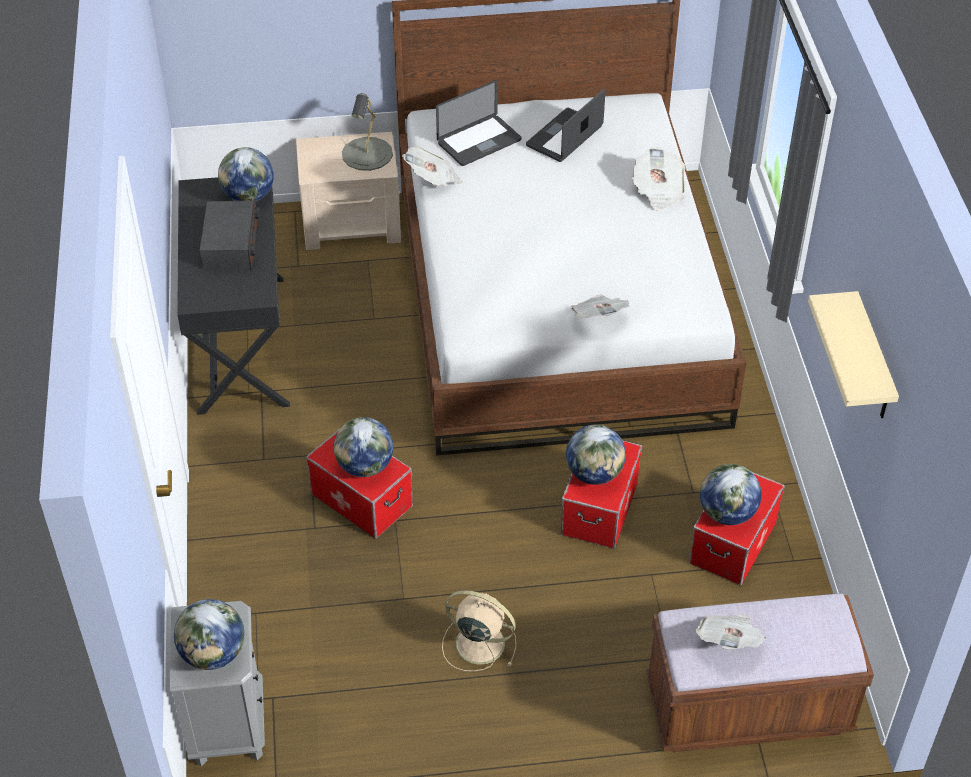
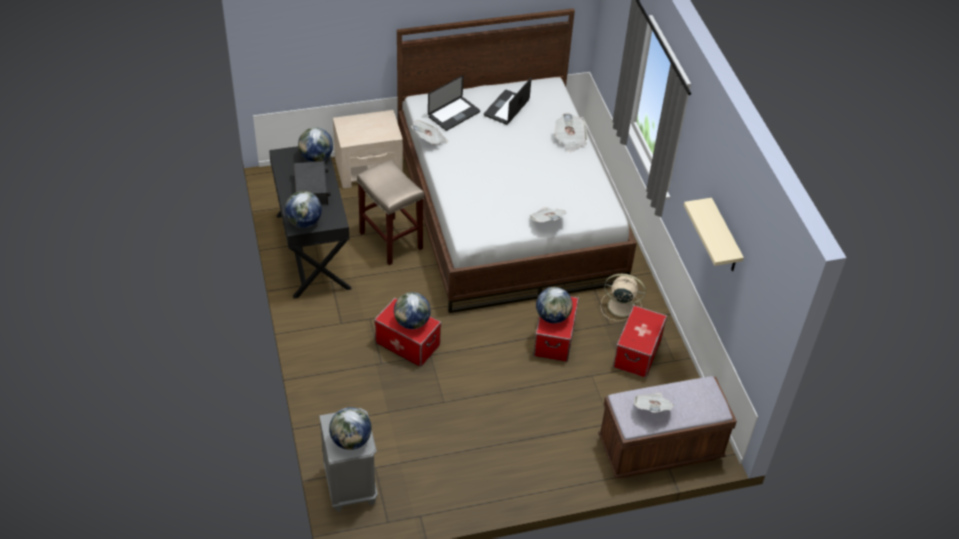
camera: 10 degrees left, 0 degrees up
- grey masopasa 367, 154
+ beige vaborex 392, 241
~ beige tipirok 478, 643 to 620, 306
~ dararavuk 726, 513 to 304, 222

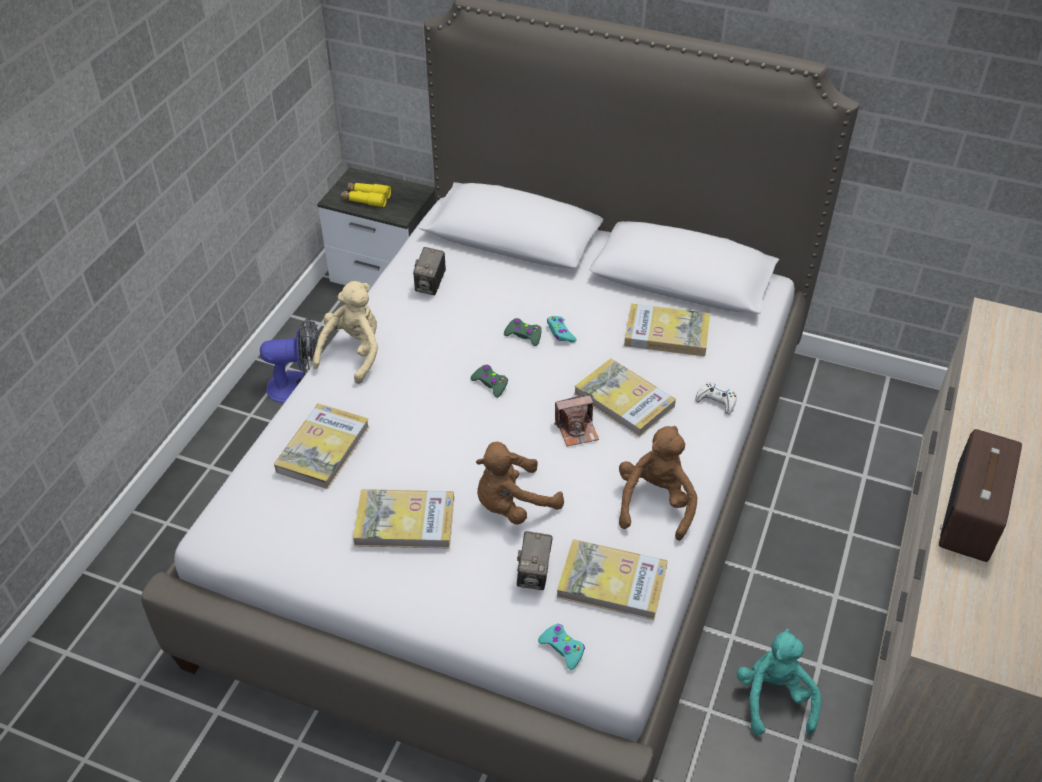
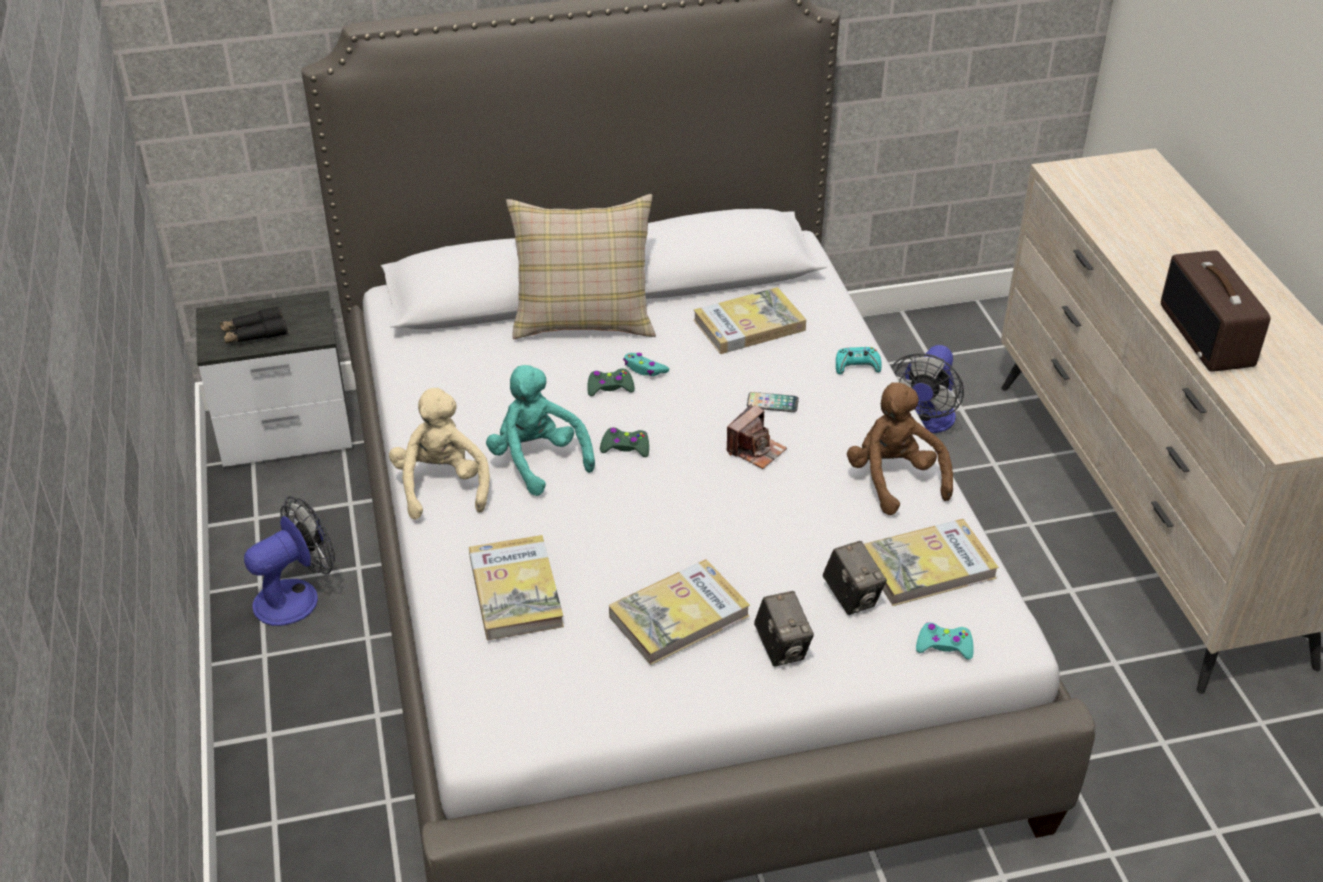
camera: 35 degrees left, 5 degrees down
- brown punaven 513, 505
+ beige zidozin 584, 317
+ tipirok 925, 422
~ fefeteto 430, 285 to 782, 648
~ turquoise punaven 774, 698 to 537, 460
~ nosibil 624, 400 to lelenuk 772, 403
~ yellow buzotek 366, 198 to black buzotek 254, 333
~ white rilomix 716, 401 to turquoise rilomix 857, 366

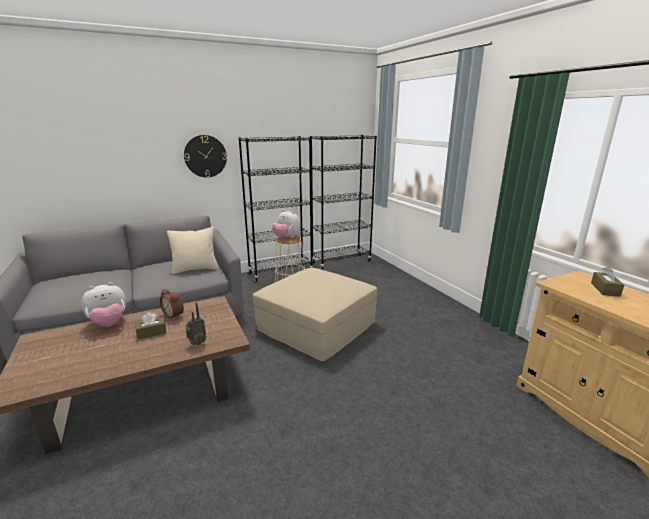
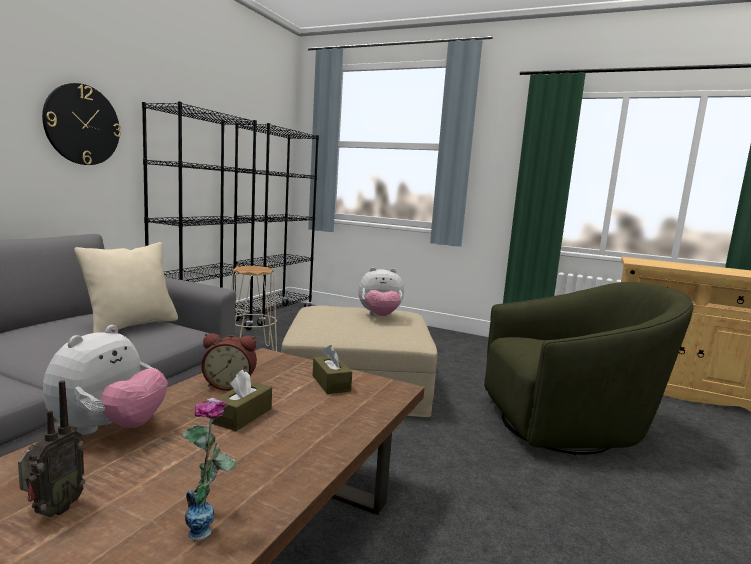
camera: 40 degrees left, 10 degrees down
+ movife 210, 523
+ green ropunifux 568, 427
~ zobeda 197, 343 to 52, 511
~ punaven 286, 237 to 380, 317
~ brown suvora 605, 289 to 331, 383

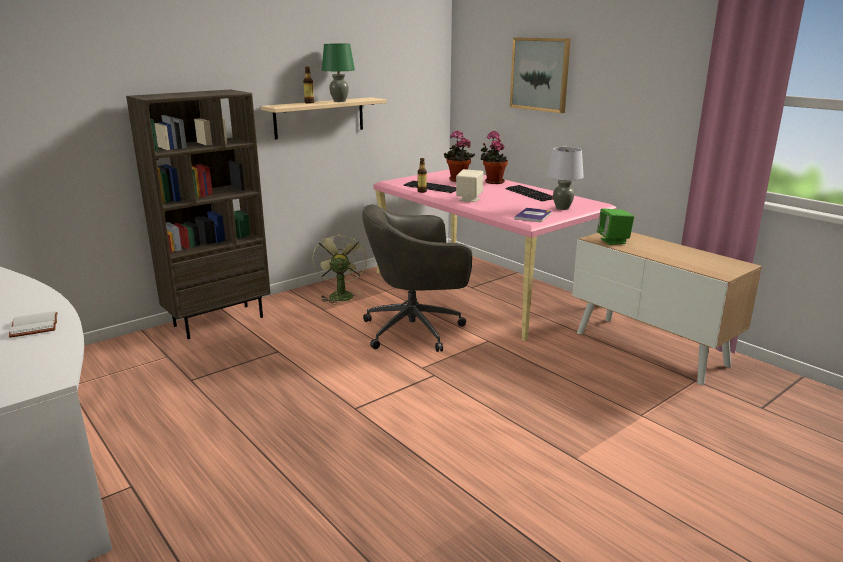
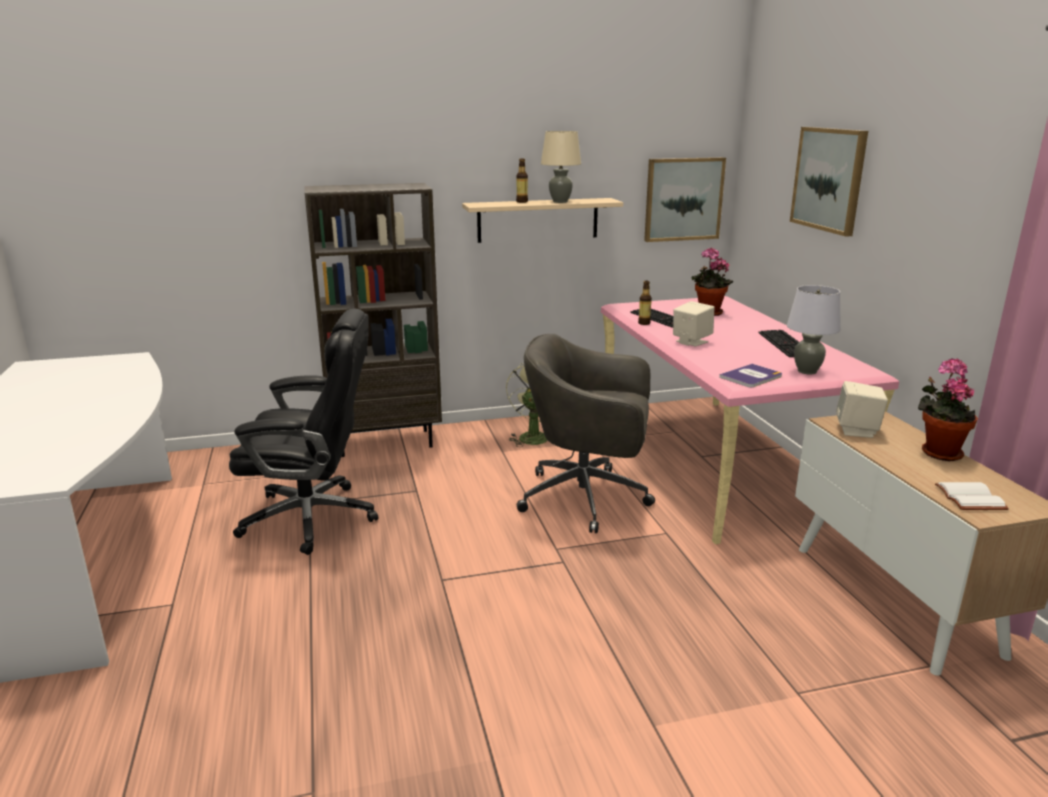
camera: 25 degrees right, 0 degrees up
+ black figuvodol 313, 518
+ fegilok 683, 199
~ white nosibil 36, 326 to 972, 498
~ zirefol 493, 182 to 938, 452
~ green masopasa 339, 101 to beige masopasa 560, 202
~ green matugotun 613, 241 to beige matugotun 857, 430

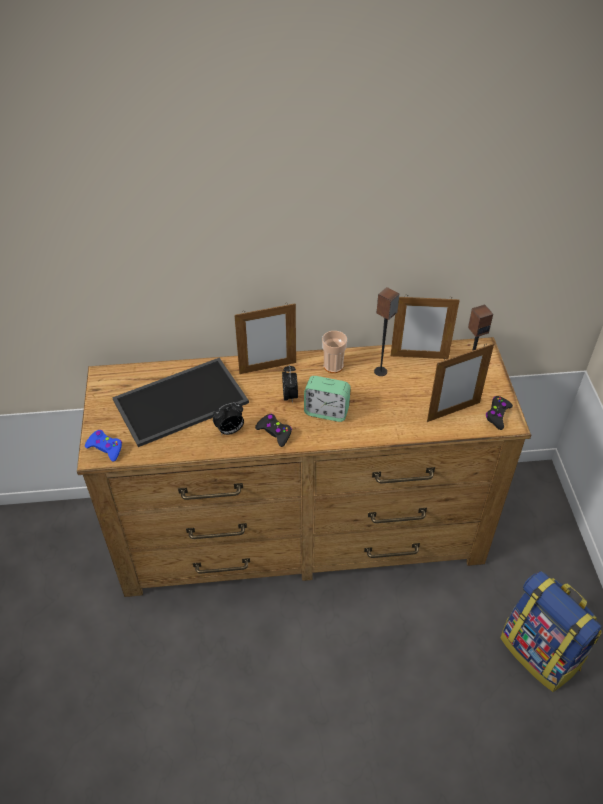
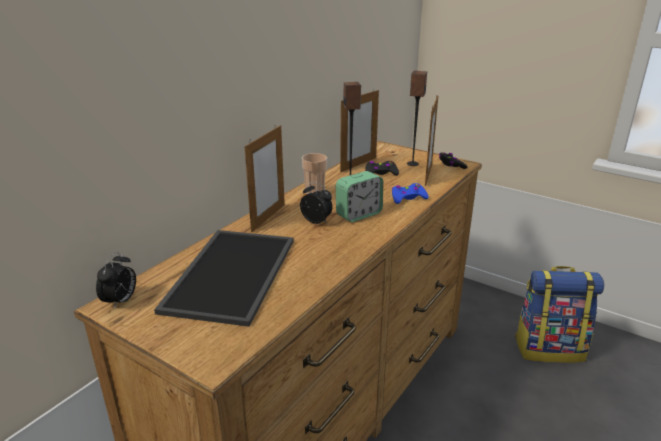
camera: 50 degrees left, 20 degrees down
~ blue rilomix 105, 448 to 408, 198
~ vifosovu 230, 431 to 121, 301
~ black rilomix 275, 432 to 380, 173

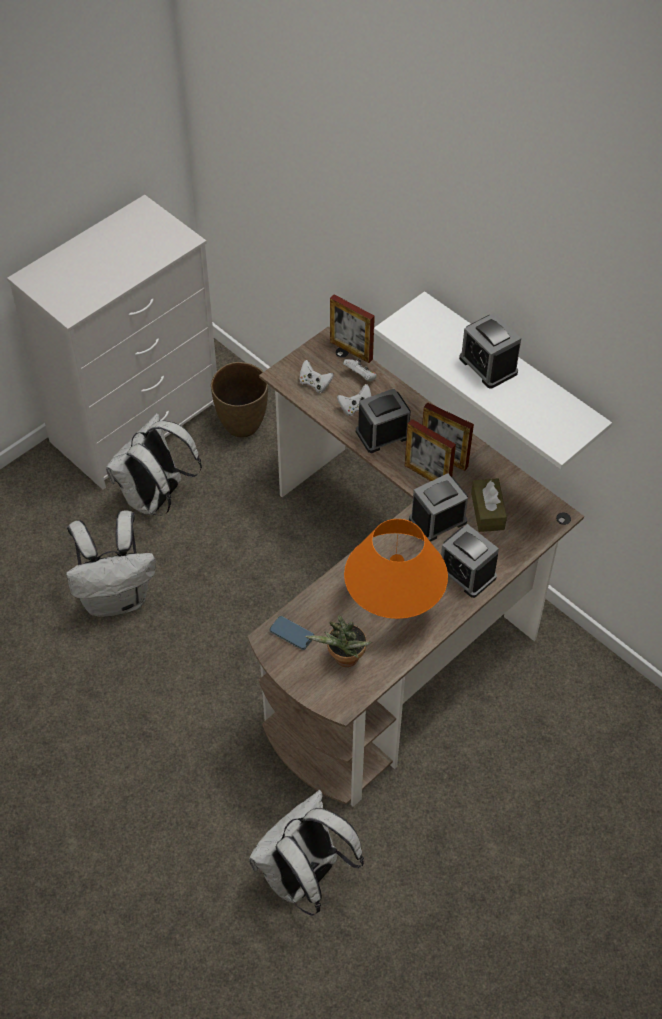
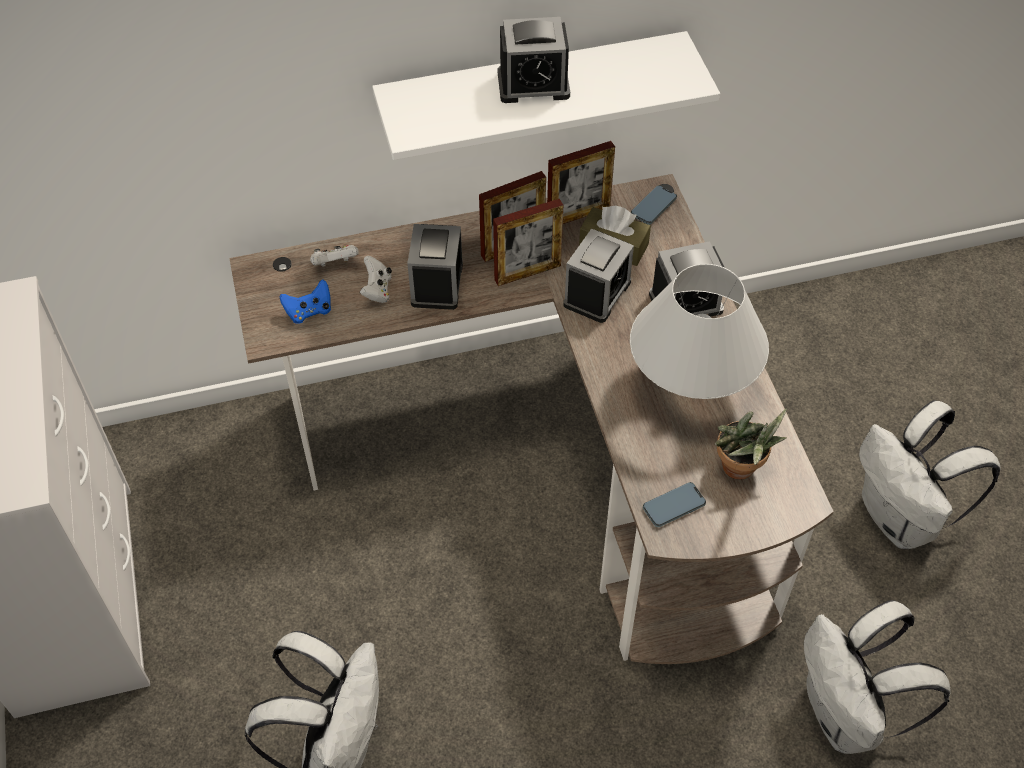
camera: 60 degrees left, 0 degrees up
- brown movife 242, 426
+ lelenuk 653, 207
~ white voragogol 156, 499 to 902, 519
~ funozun 351, 350 to 578, 215
~ white rilomix 315, 384 to blue rilomix 309, 311
~ orange masopasa 394, 605 to white masopasa 690, 387
~ vifosovu 437, 520 = 597, 293 150 degrees counterclockwise

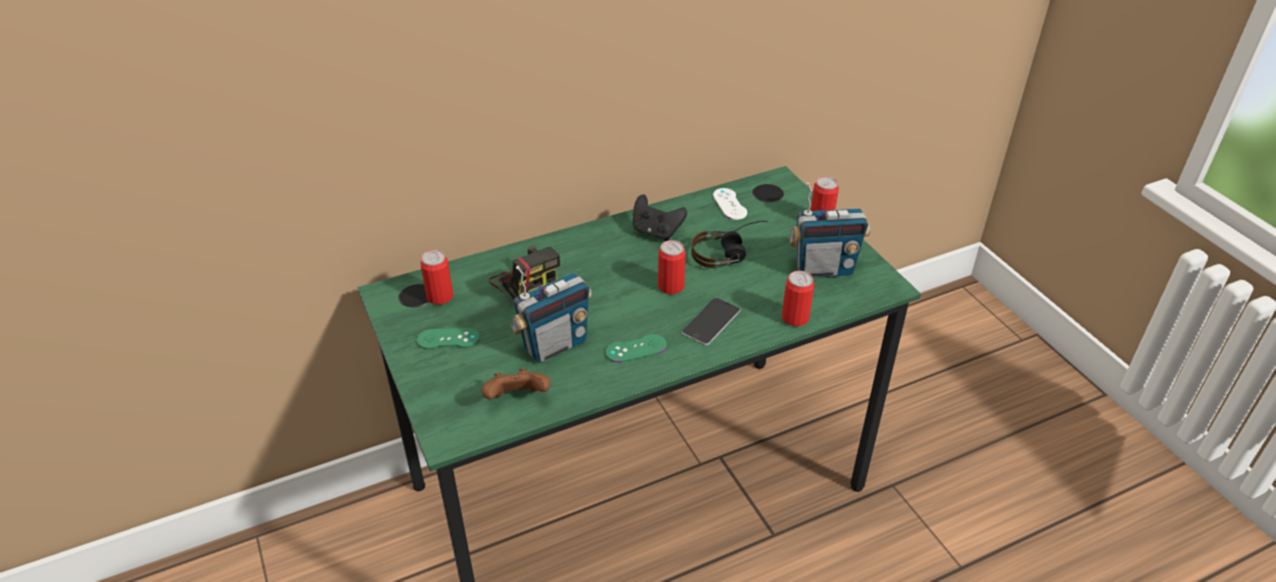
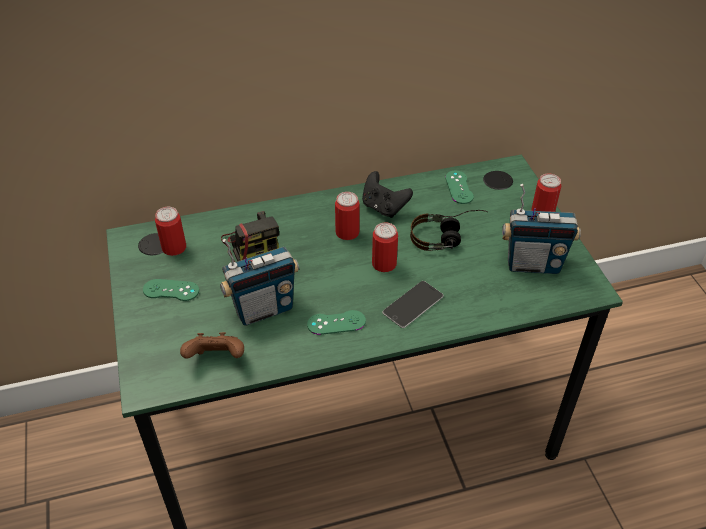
camera: 10 degrees right, 5 degrees up
~ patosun 795, 318 to 347, 232
~ white rilomix 729, 204 to green rilomix 459, 187

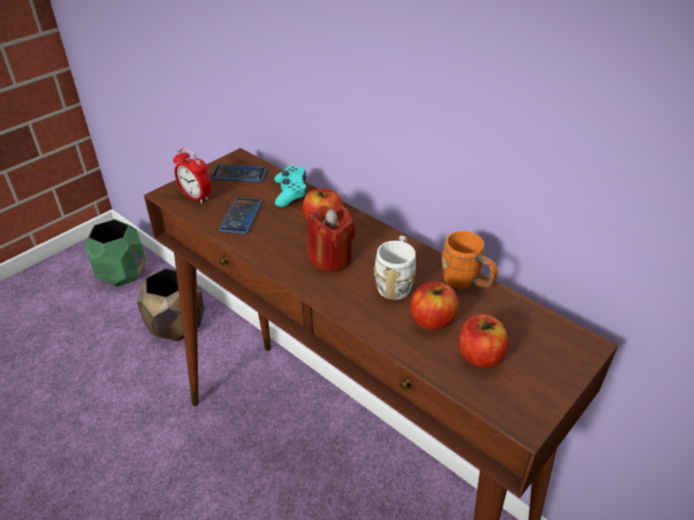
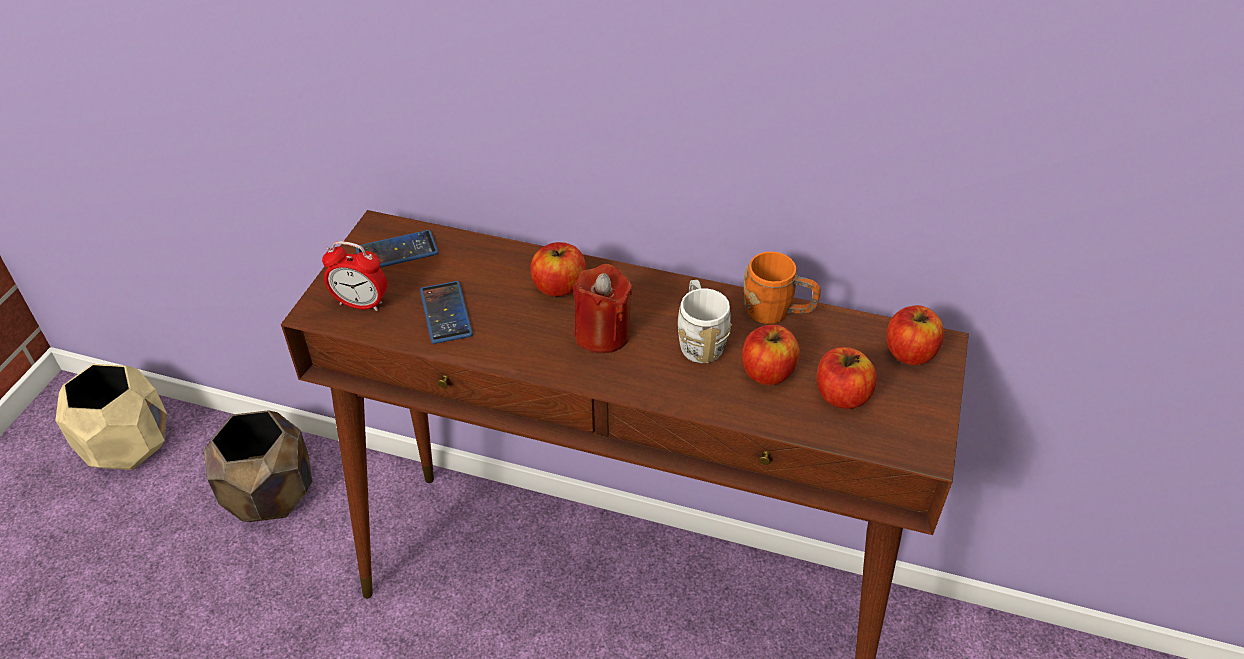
camera: 25 degrees left, 5 degrees up
- turquoise rilomix 291, 193
+ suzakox 909, 352
~ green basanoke 122, 273 to beige basanoke 129, 445

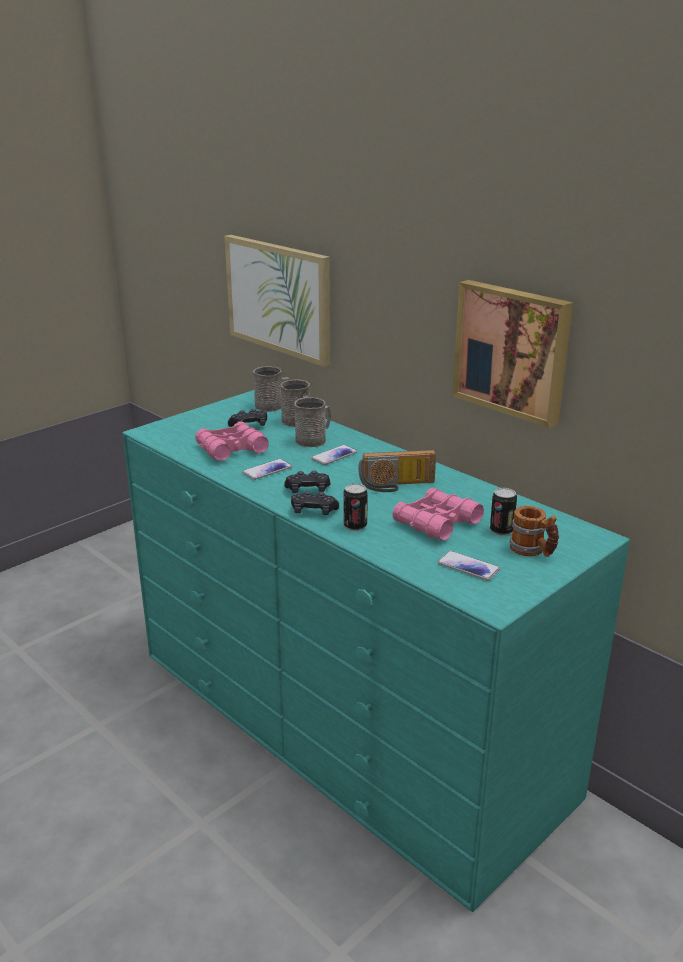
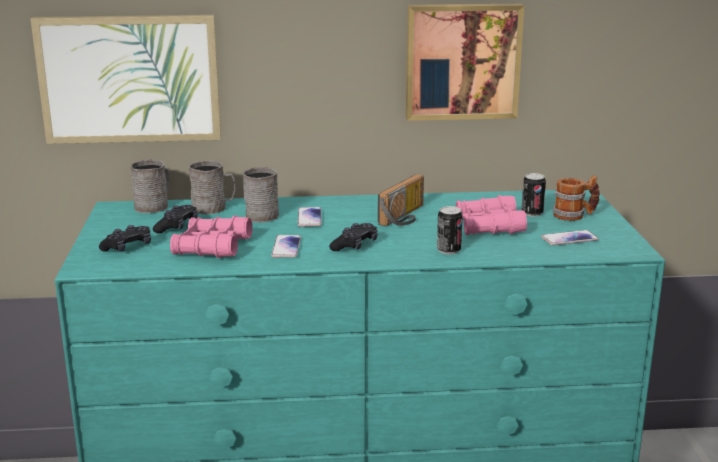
camera: 50 degrees left, 5 degrees down
~ black rilomix 314, 511 to 128, 247

